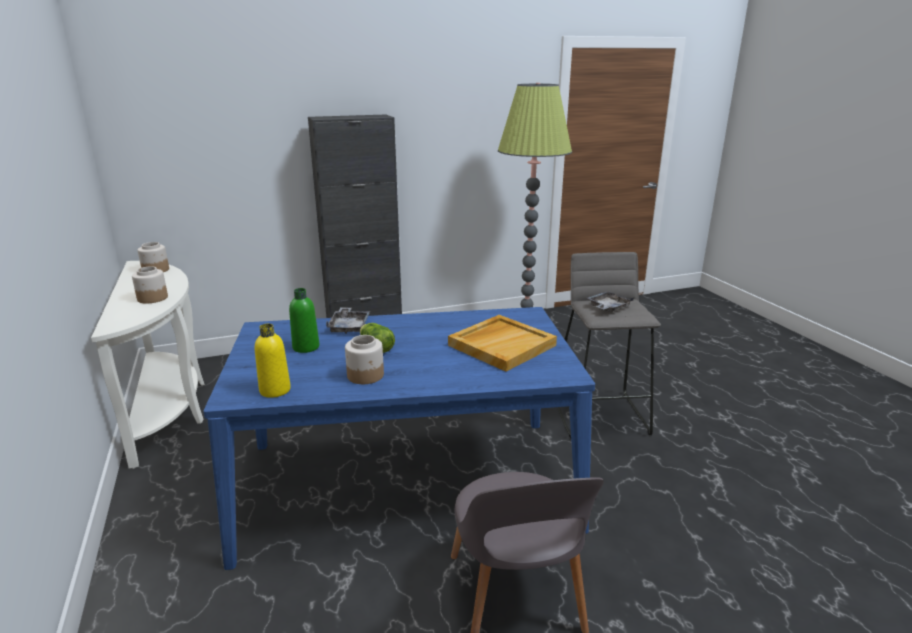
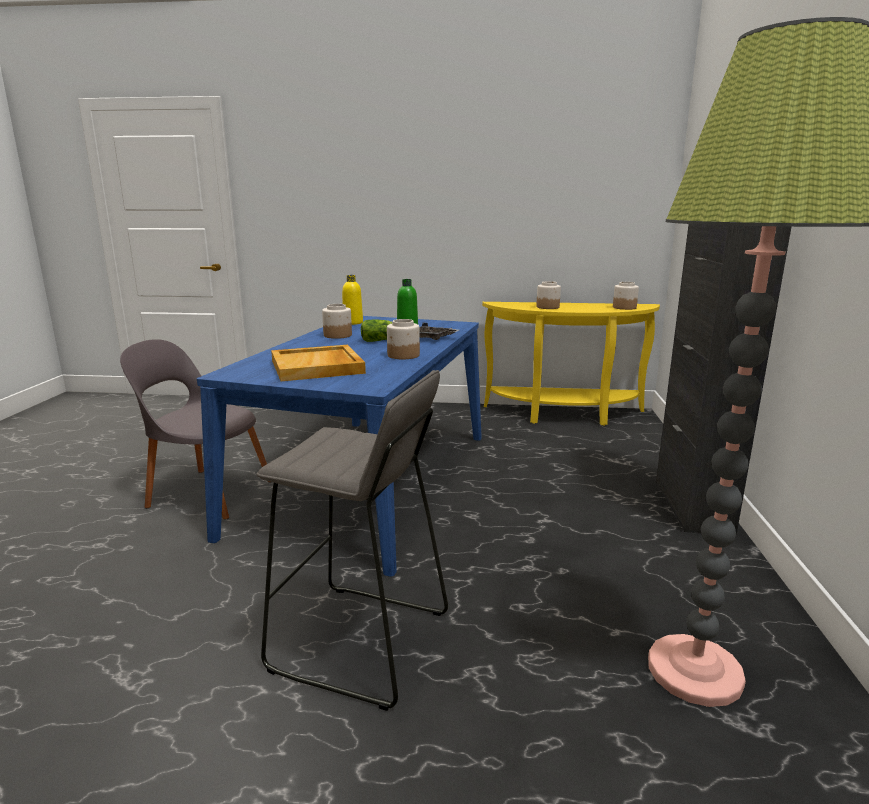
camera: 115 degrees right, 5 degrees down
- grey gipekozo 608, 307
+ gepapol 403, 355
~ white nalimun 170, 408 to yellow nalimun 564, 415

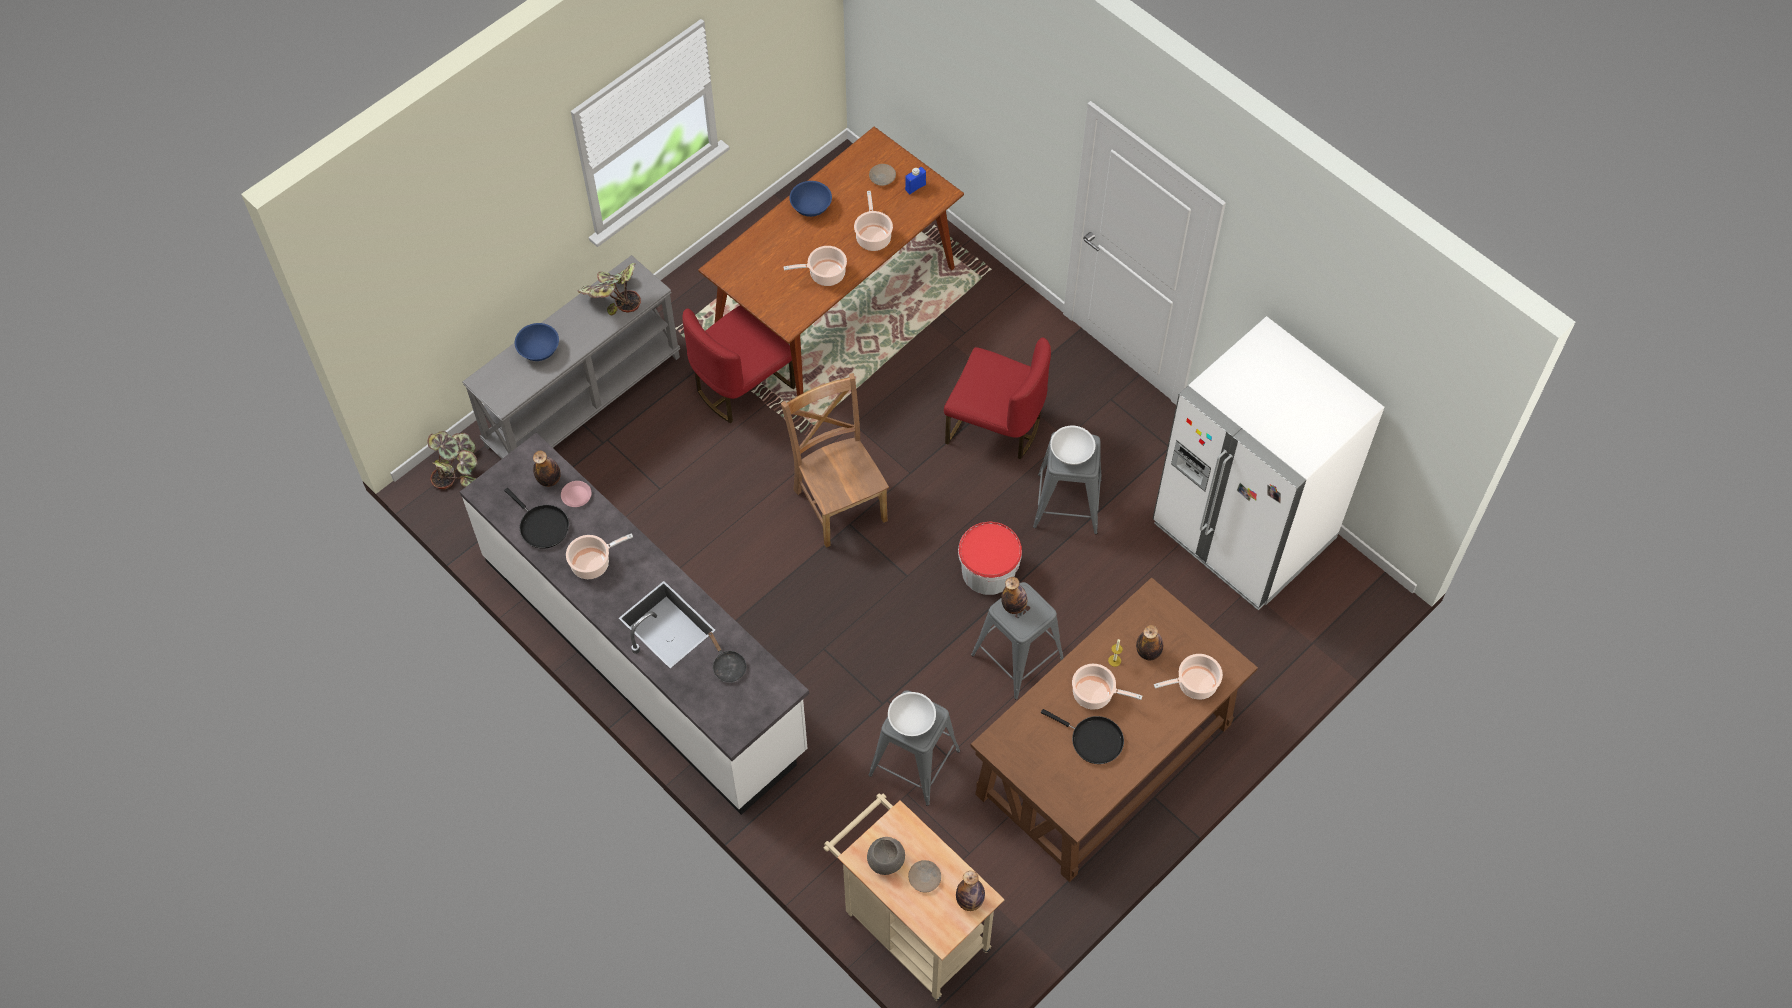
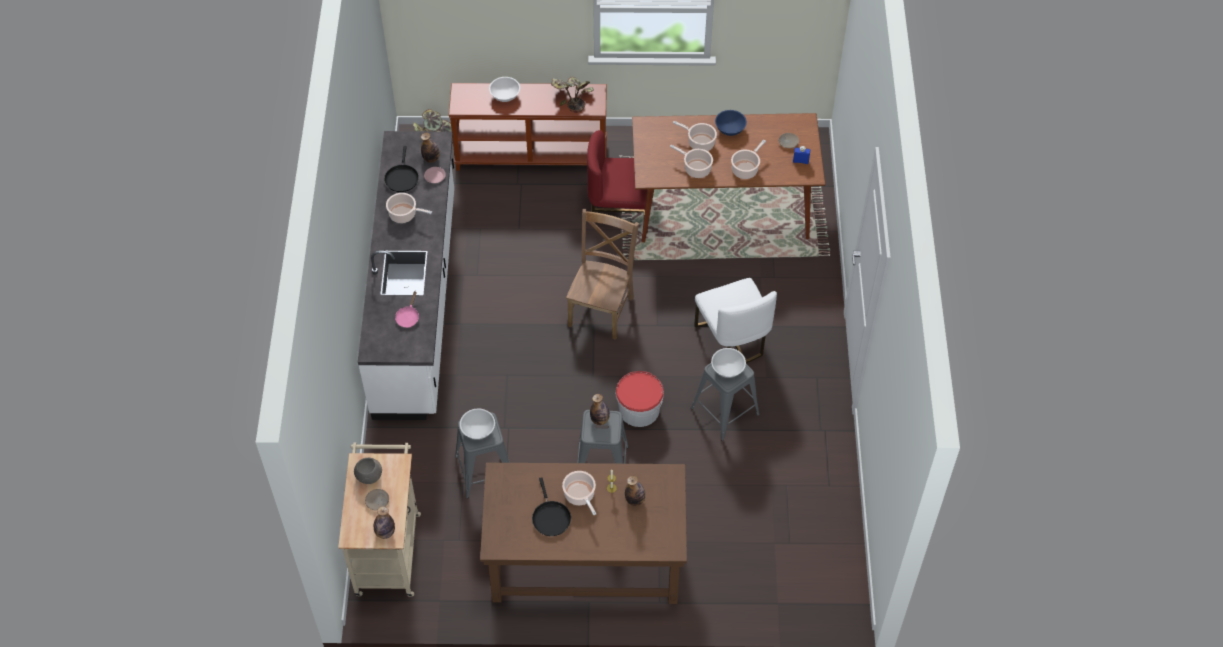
camera: 45 degrees right, 5 degrees down
- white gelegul 1243, 532
~ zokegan 1194, 684 to 699, 143
~ grey nalimun 583, 400 to brown nalimun 532, 155
~ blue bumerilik 538, 350 to white bumerilik 505, 95
~ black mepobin 727, 666 to pink mepobin 408, 317
~ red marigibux 995, 426 to white marigibux 732, 339

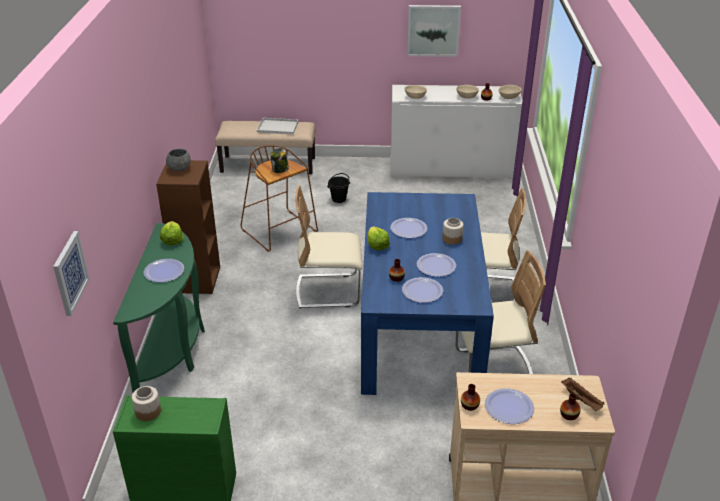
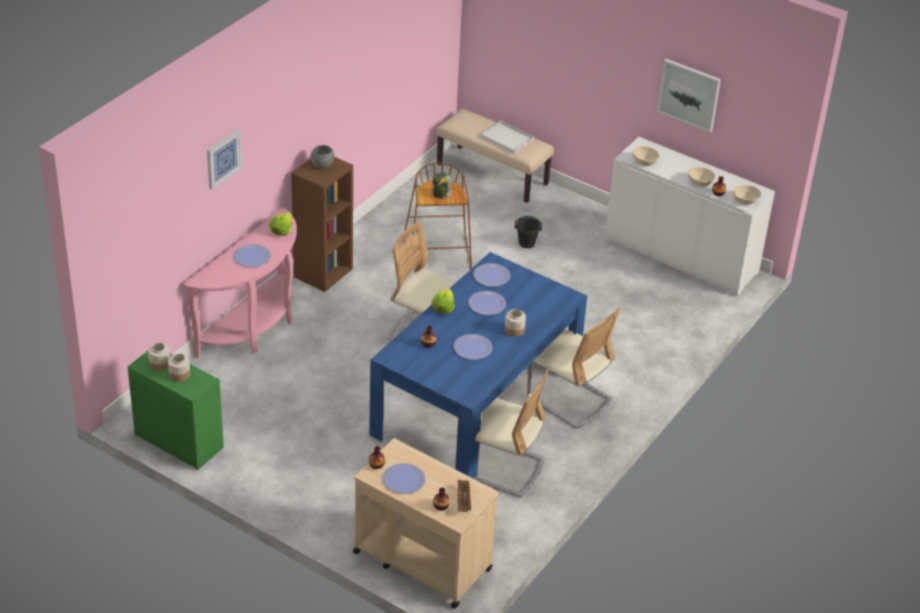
camera: 30 degrees right, 5 degrees up
+ gepapol 179, 375
~ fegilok 70, 273 to 223, 158
~ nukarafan 422, 291 to 491, 276
~ green nalimun 173, 349 to pink nalimun 254, 328

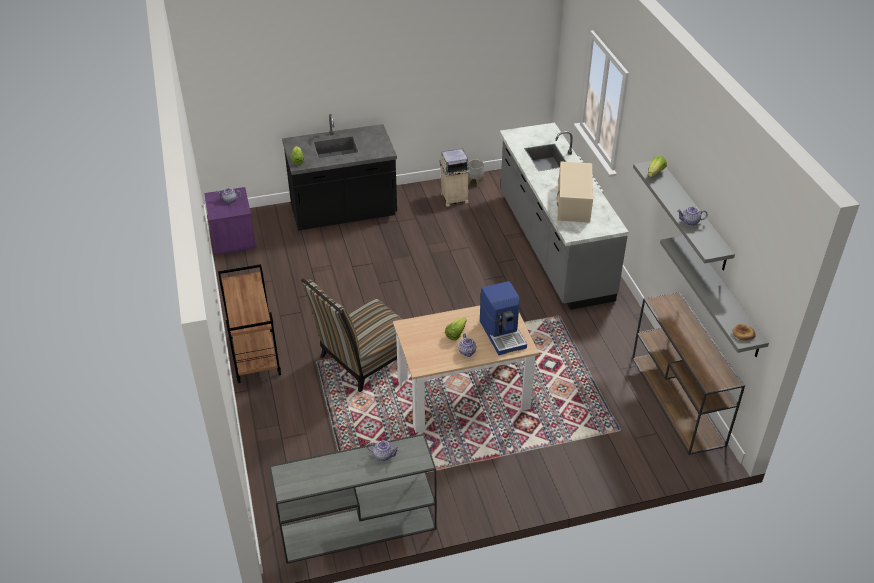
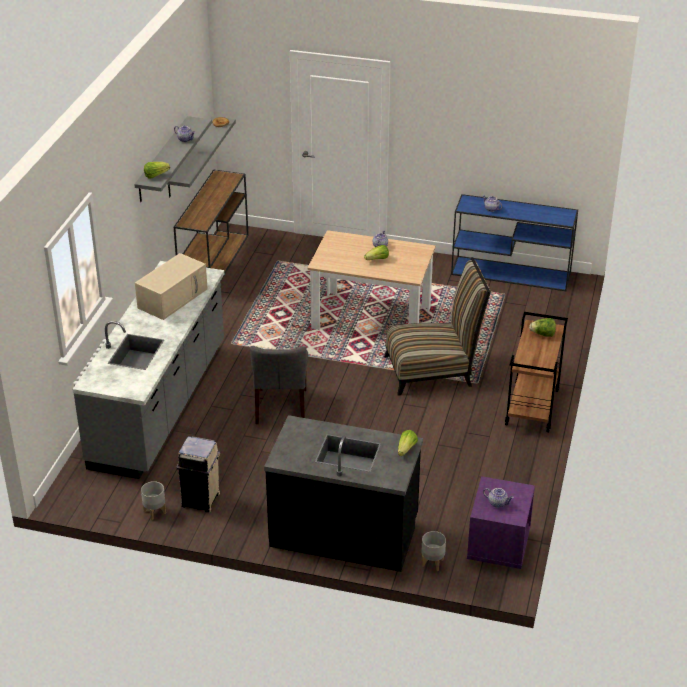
camera: 150 degrees left, 5 degrees down
- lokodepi 503, 333
+ grey marigibux 281, 407
+ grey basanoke 432, 563
+ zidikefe 543, 334
~ grey nalimun 356, 528 to blue nalimun 512, 273

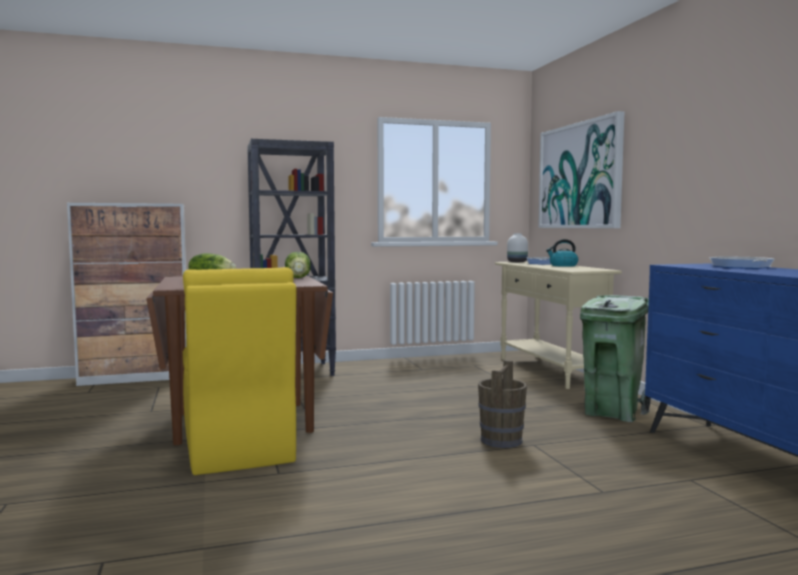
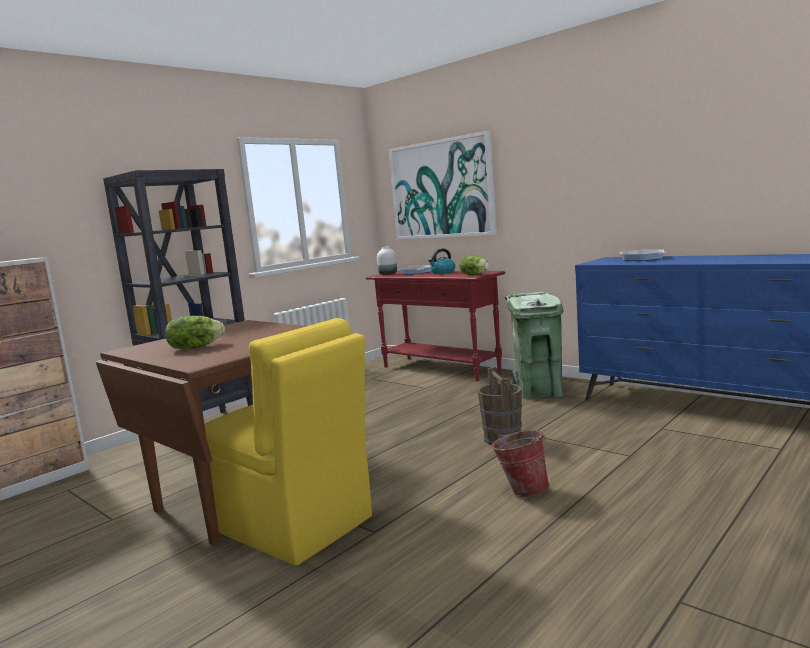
camera: 30 degrees left, 5 degrees up
+ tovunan 522, 490
~ zidikefe 298, 278 to 474, 275
~ beige nalimun 550, 371 to red nalimun 440, 369

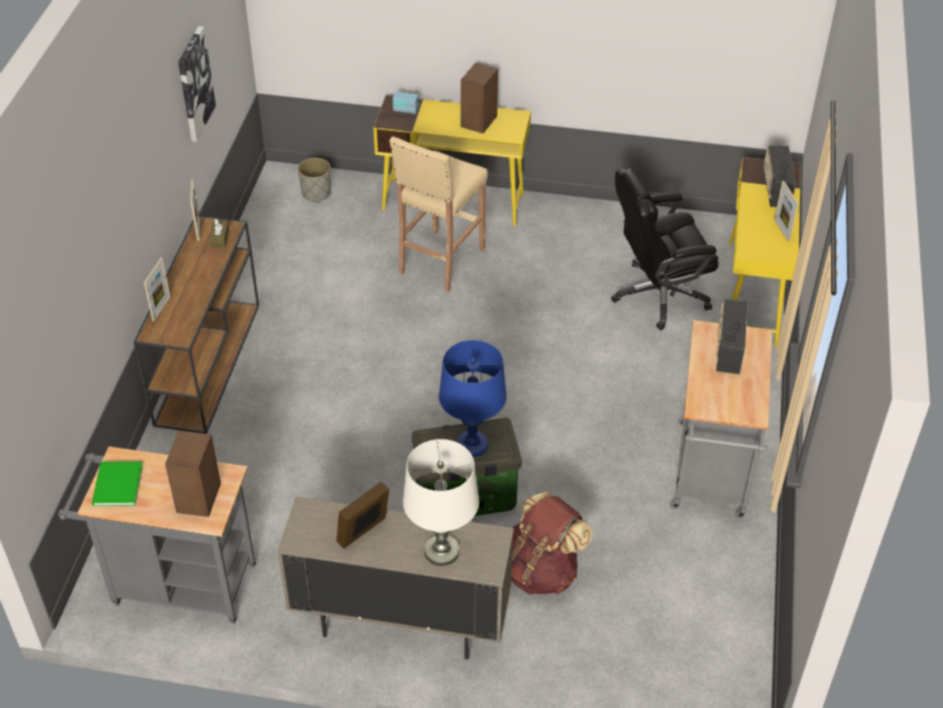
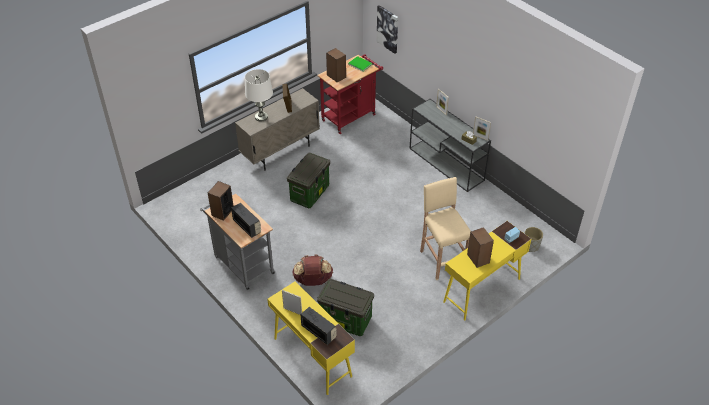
camera: 130 degrees right, 0 degrees up
- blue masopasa 472, 444
+ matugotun 222, 212
~ fegilok 194, 84 to 388, 29
~ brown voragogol 541, 570 to 313, 281
~ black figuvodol 658, 295 to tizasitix 346, 320
~ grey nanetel 176, 584 to red nanetel 351, 116
~ brown nalimun 208, 362 to grey nalimun 447, 164

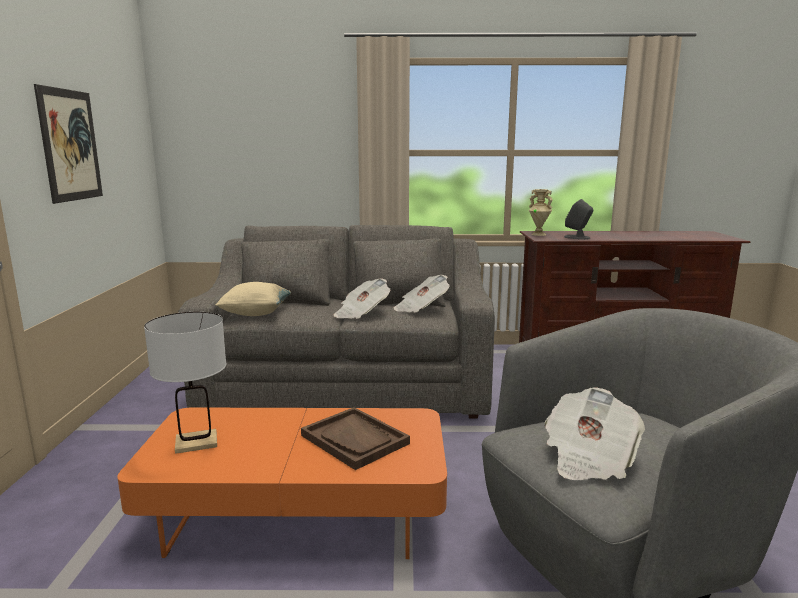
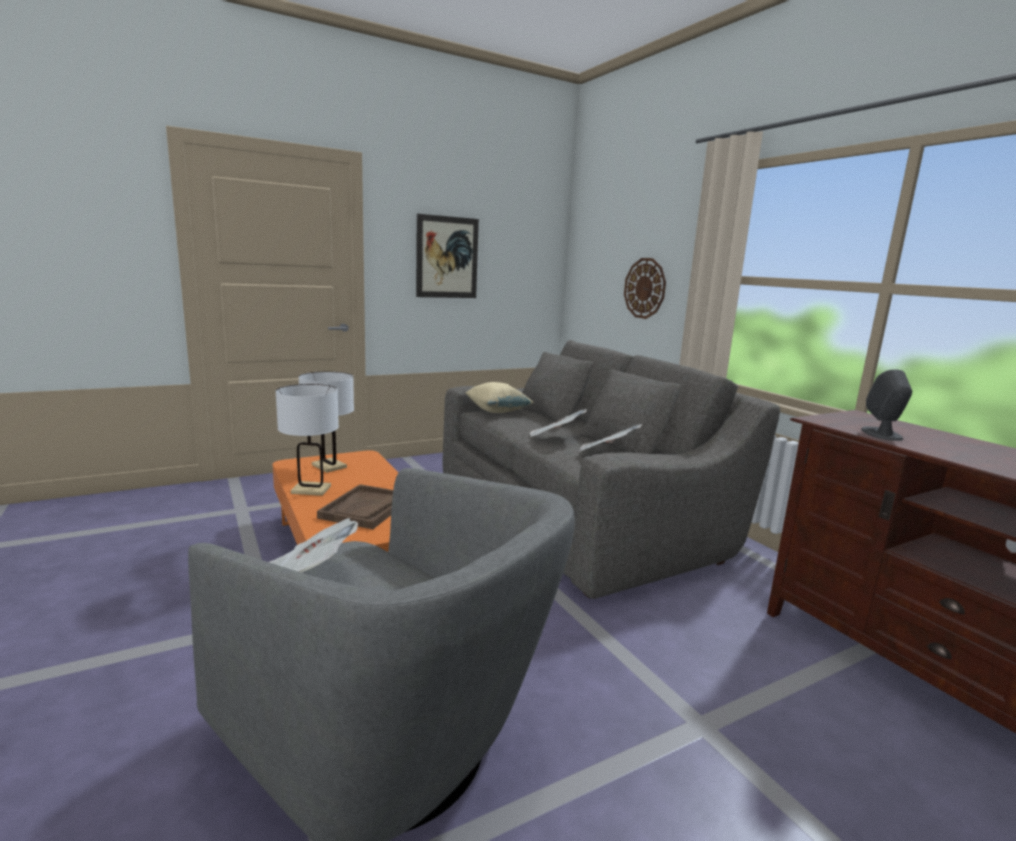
camera: 60 degrees right, 0 degrees up
- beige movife 539, 234
+ white masopasa 311, 490
+ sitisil 645, 288

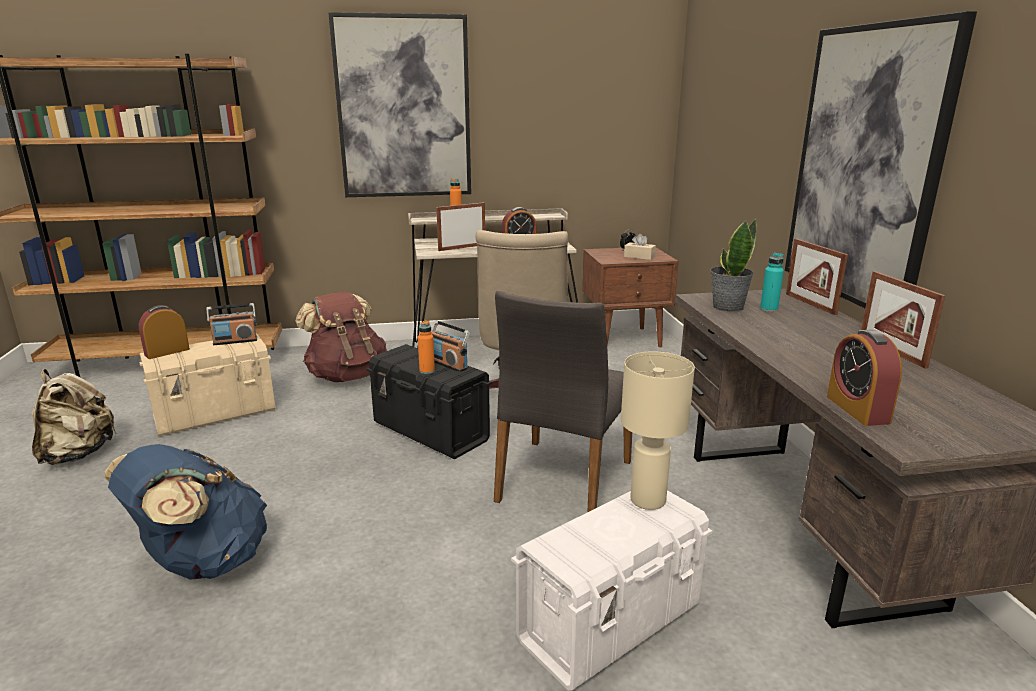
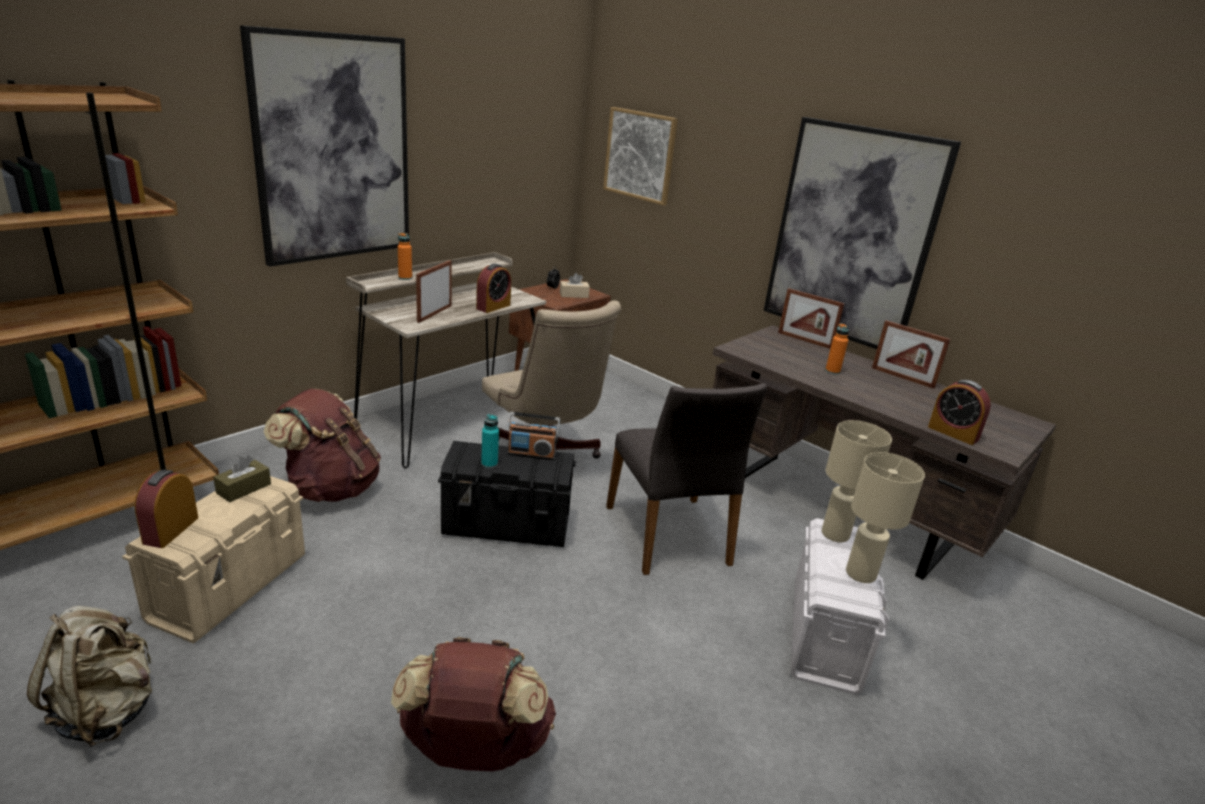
camera: 40 degrees left, 5 degrees up
- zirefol 727, 307
+ fegilok 640, 155
+ beige masopasa 861, 574
~ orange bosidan 427, 371 to 832, 371
~ turquoise bosidan 768, 309 to 489, 464
~ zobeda 235, 341 to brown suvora 244, 488
~ blue voragogol 202, 562 to brown voragogol 474, 750

